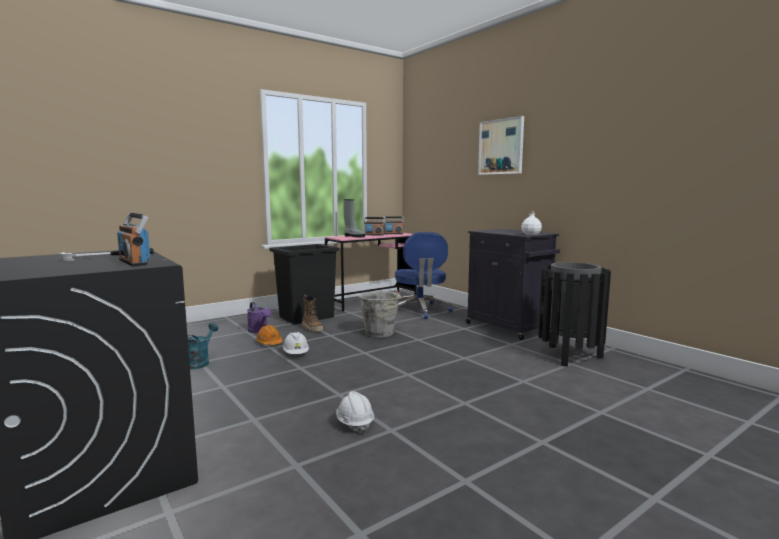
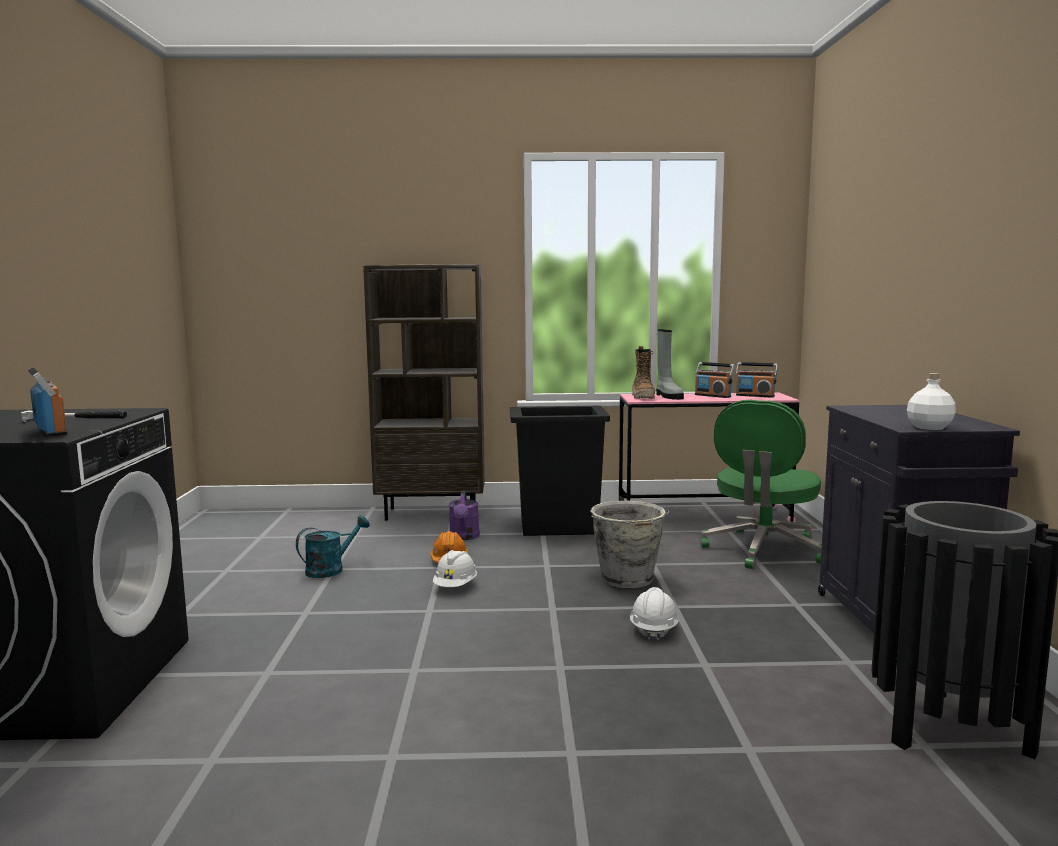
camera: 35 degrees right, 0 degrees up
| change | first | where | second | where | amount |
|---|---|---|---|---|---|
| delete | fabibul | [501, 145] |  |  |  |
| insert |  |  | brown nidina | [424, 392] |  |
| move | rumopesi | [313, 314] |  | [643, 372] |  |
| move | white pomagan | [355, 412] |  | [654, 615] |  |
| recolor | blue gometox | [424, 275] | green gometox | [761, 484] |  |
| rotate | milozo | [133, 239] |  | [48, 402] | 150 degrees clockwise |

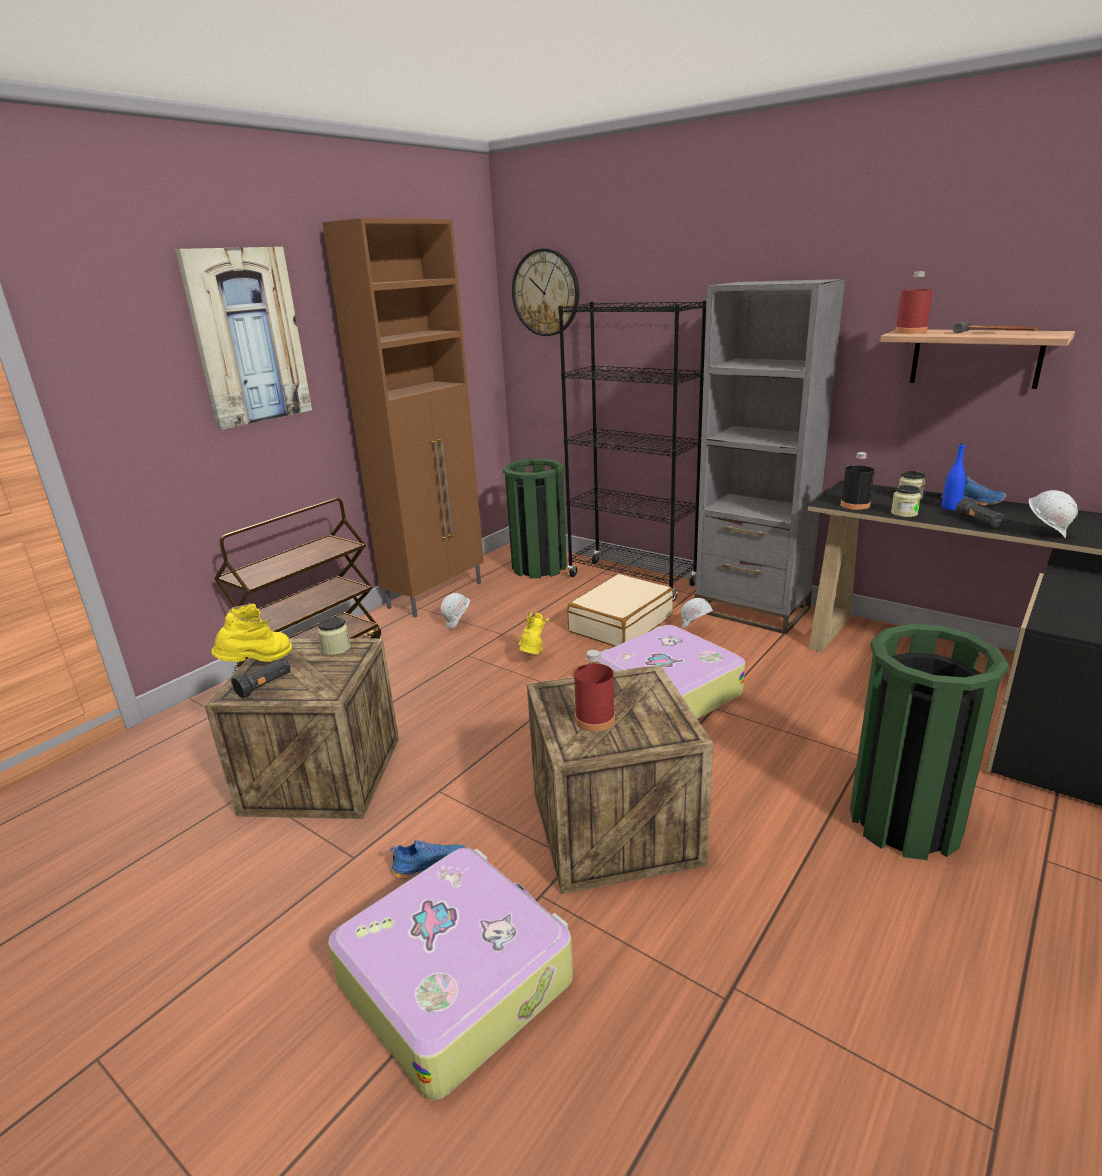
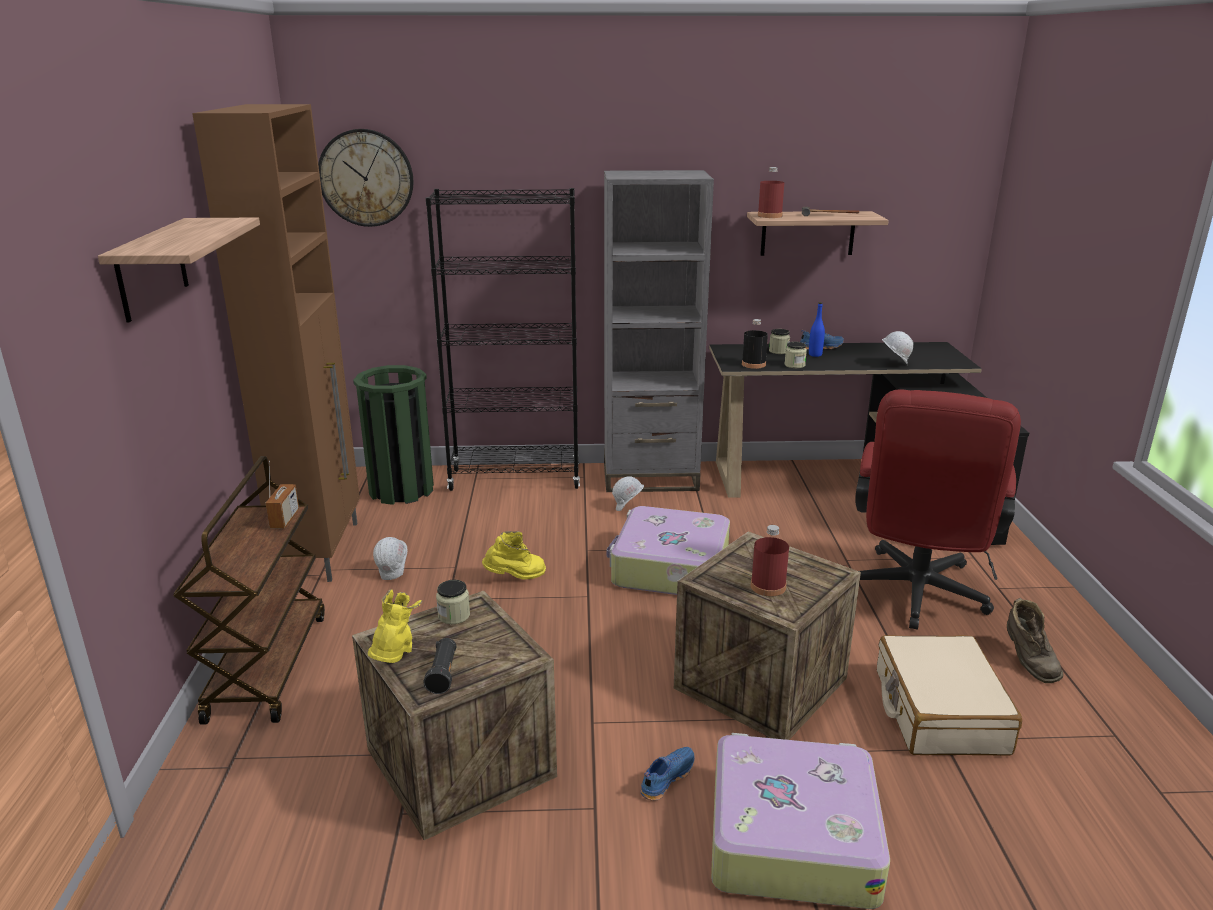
camera: 40 degrees left, 0 degrees up
| change | first | where | second | where | amount |
|---|---|---|---|---|---|
| delete | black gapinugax | [980, 512] |  |  |  |
| insert |  |  | milozo | [282, 494] |  |
| insert |  |  | brown rumopesi | [1035, 640] |  |
| move | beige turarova | [620, 610] |  | [949, 695] |  |
| replace | fabibul | [243, 338] | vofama | [179, 270] |  |
| replace | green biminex | [929, 742] | red gometox | [938, 509] |  |
| rotate | yellow rumopesi | [534, 633] |  | [514, 555] | 105 degrees clockwise |

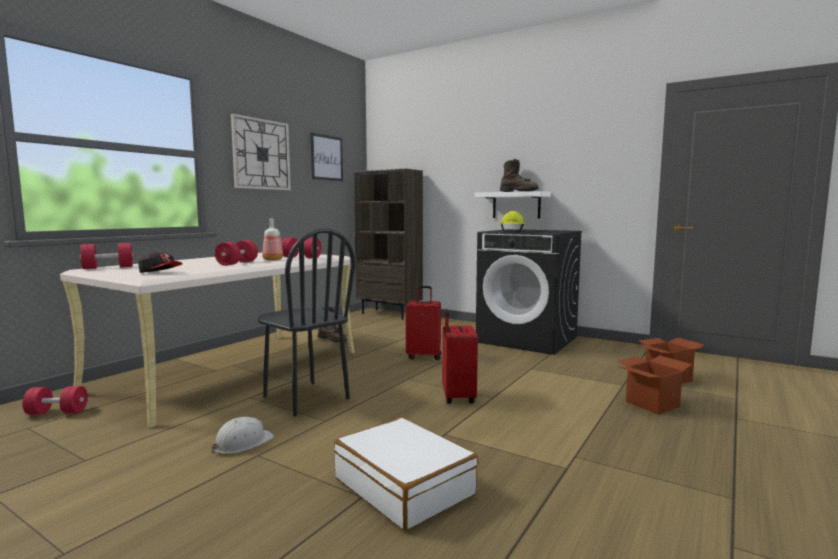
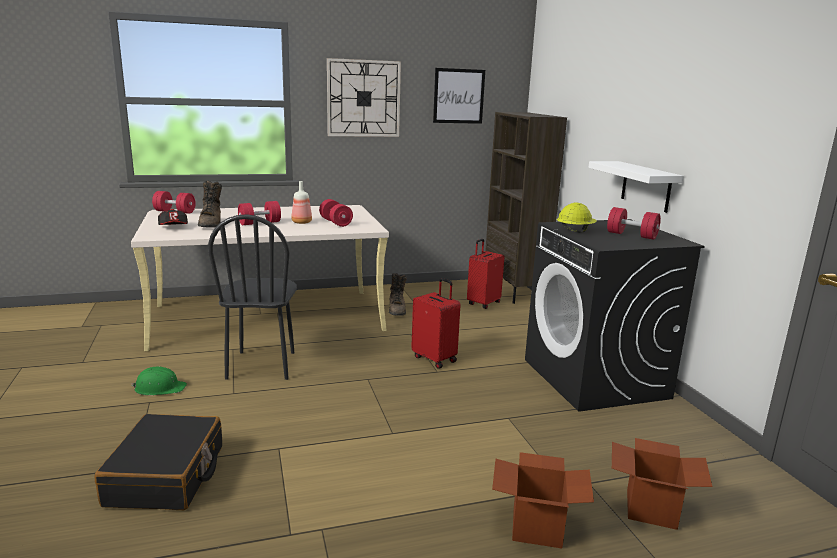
camera: 40 degrees right, 10 degrees up
| change | first | where | second | where | amount |
|---|---|---|---|---|---|
| move | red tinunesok | [55, 400] |  | [634, 223] |  |
| move | red turarova | [460, 356] |  | [486, 274] |  |
| move | brown rumopesi | [519, 175] |  | [210, 204] |  |
| recolor | white pomagan | [243, 435] | green pomagan | [159, 381] |  |
| recolor | white turarova | [406, 473] | black turarova | [158, 462] |  |

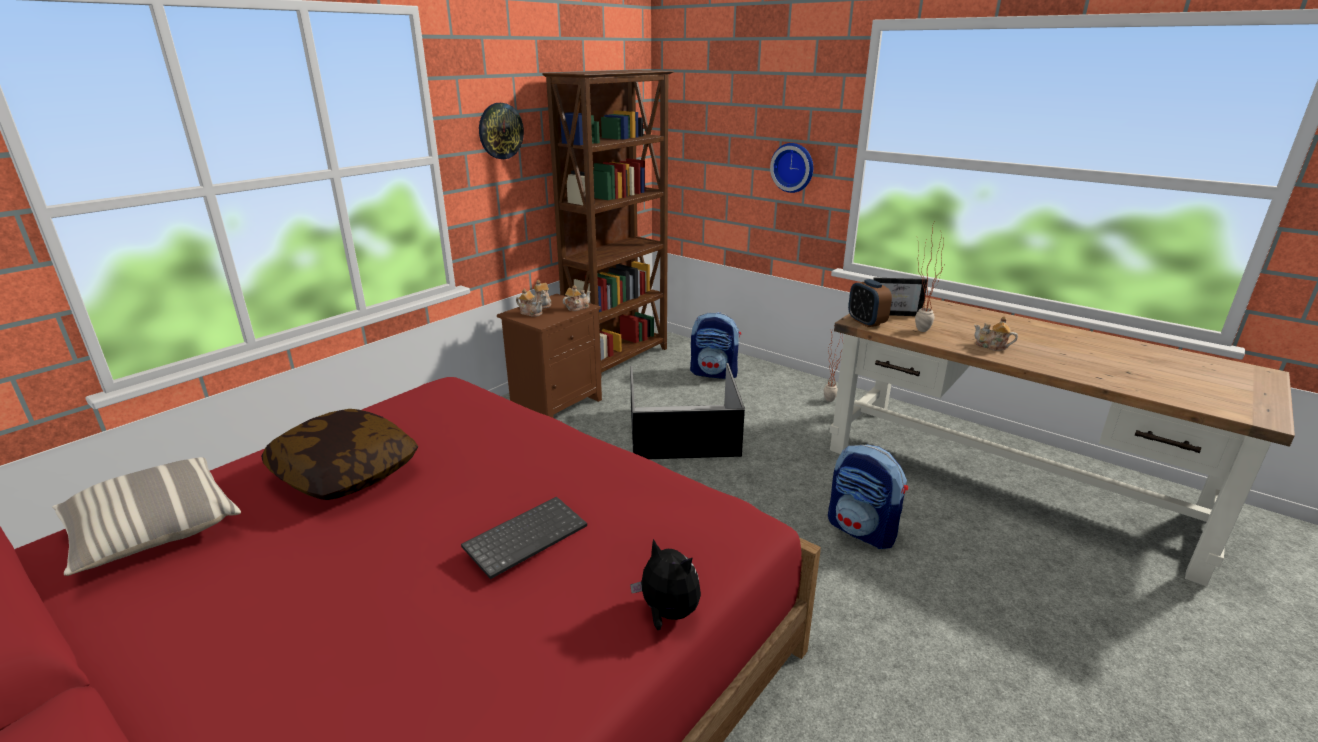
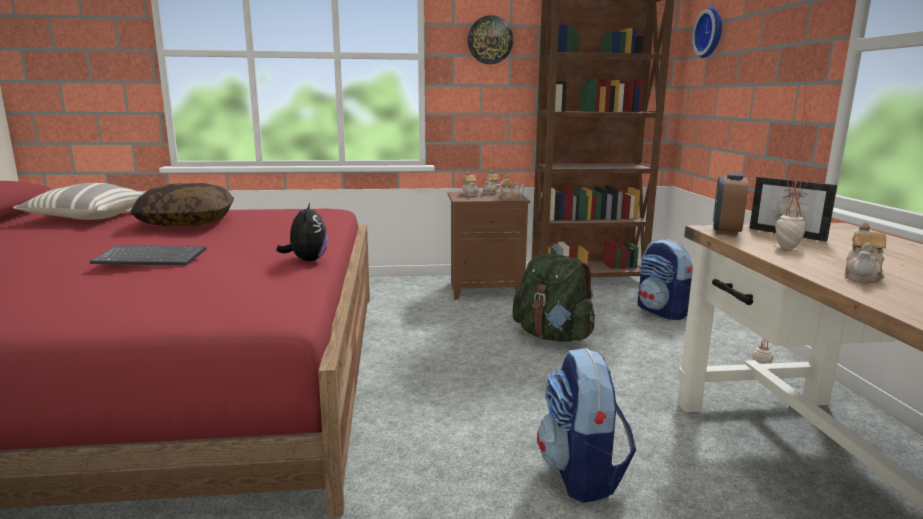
camera: 45 degrees right, 10 degrees down
| change | first | where | second | where | amount |
|---|---|---|---|---|---|
| move | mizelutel | [665, 584] |  | [302, 232] |  |
| move | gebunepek | [791, 168] |  | [707, 32] |  |
| replace | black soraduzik | [687, 411] | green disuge | [553, 297] |  |
| rotate | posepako | [996, 333] |  | [865, 252] | 135 degrees counterclockwise |

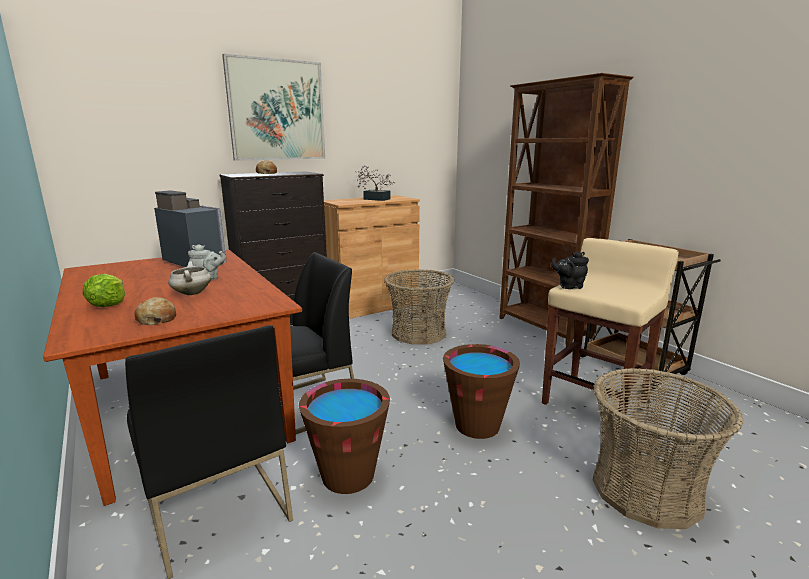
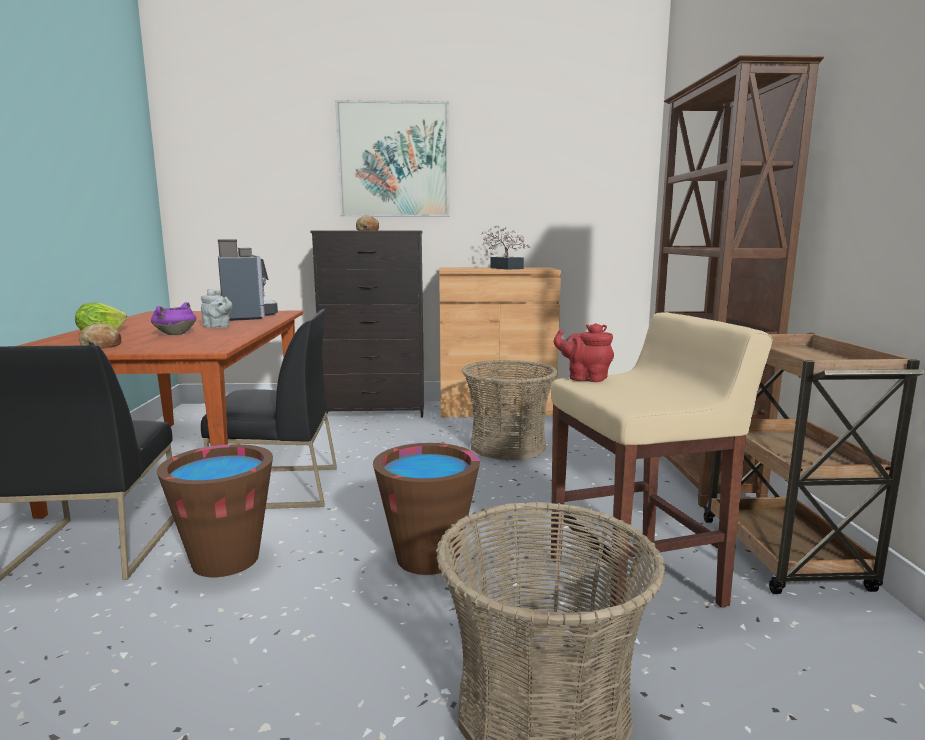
camera: 30 degrees right, 5 degrees down
| change | first | where | second | where | amount |
|---|---|---|---|---|---|
| recolor | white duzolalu | [189, 278] | purple duzolalu | [173, 318] |  |
| recolor | black posepako | [570, 270] | red posepako | [584, 352] |  |

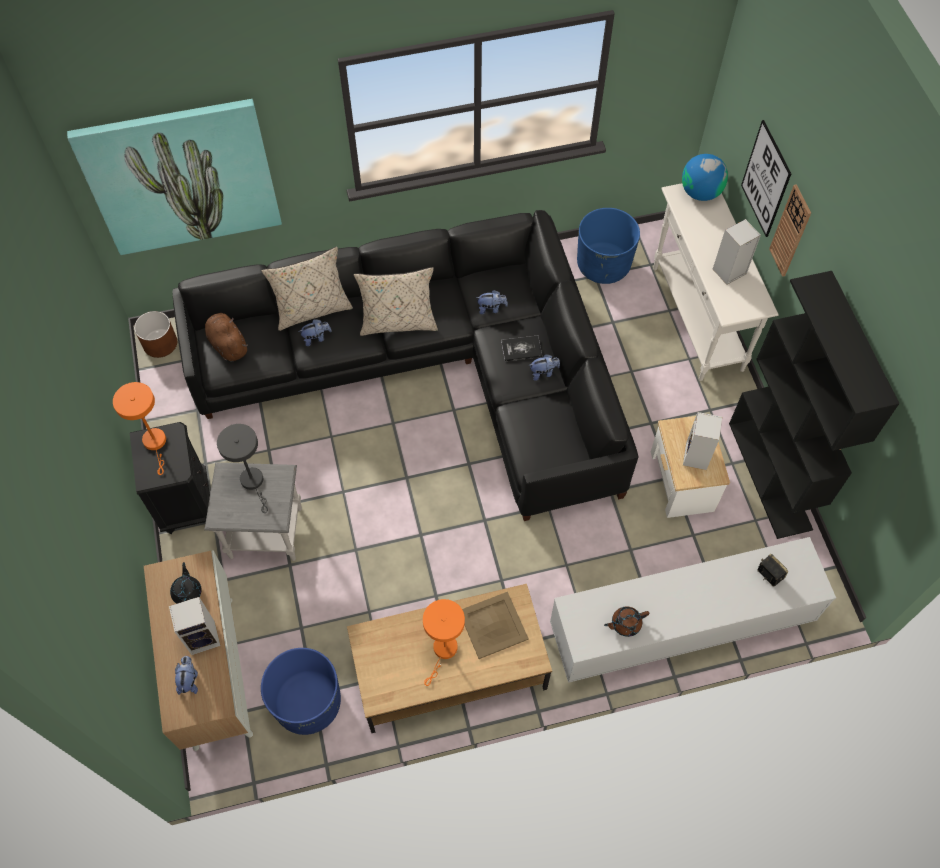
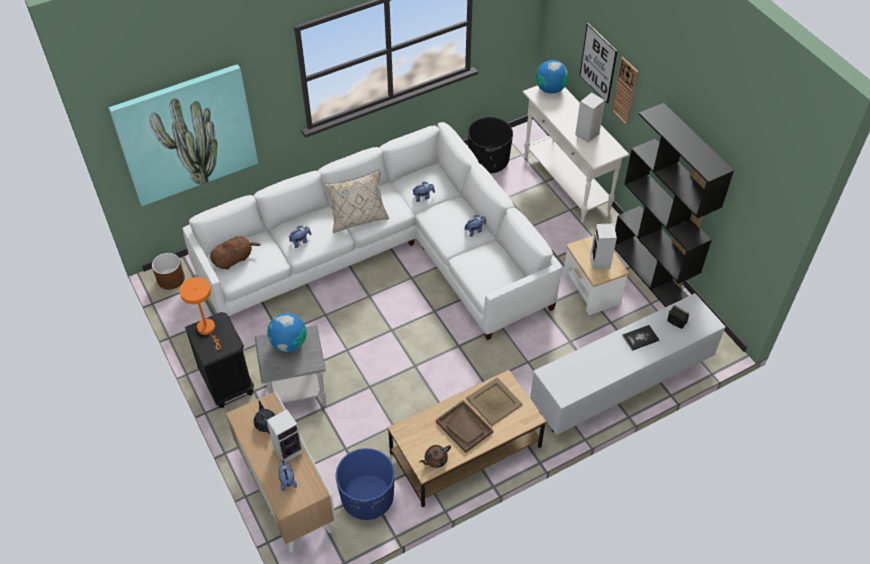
camera: 15 degrees left, 10 degrees down
| change | first | where | second | where | amount |
|---|---|---|---|---|---|
| delete | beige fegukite | [307, 289] |  |  |  |
| move | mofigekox | [521, 348] |  | [640, 338] |  |
| move | brown posepako | [626, 622] |  | [435, 456] |  |
| replace | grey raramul | [242, 468] | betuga | [287, 332] |  |
| replace | orange raramul | [444, 642] | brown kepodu | [464, 426] |  |
| recolor | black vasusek | [406, 365] | white vasusek | [372, 231] |  |
| recolor | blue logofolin | [608, 246] | black logofolin | [490, 145] |  |
| rotate | brown mizelutel | [226, 337] |  | [235, 253] | 105 degrees clockwise |

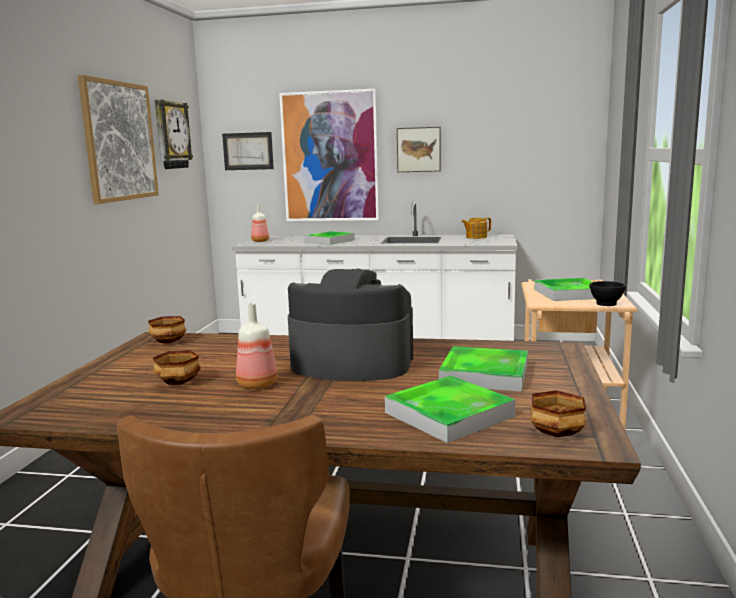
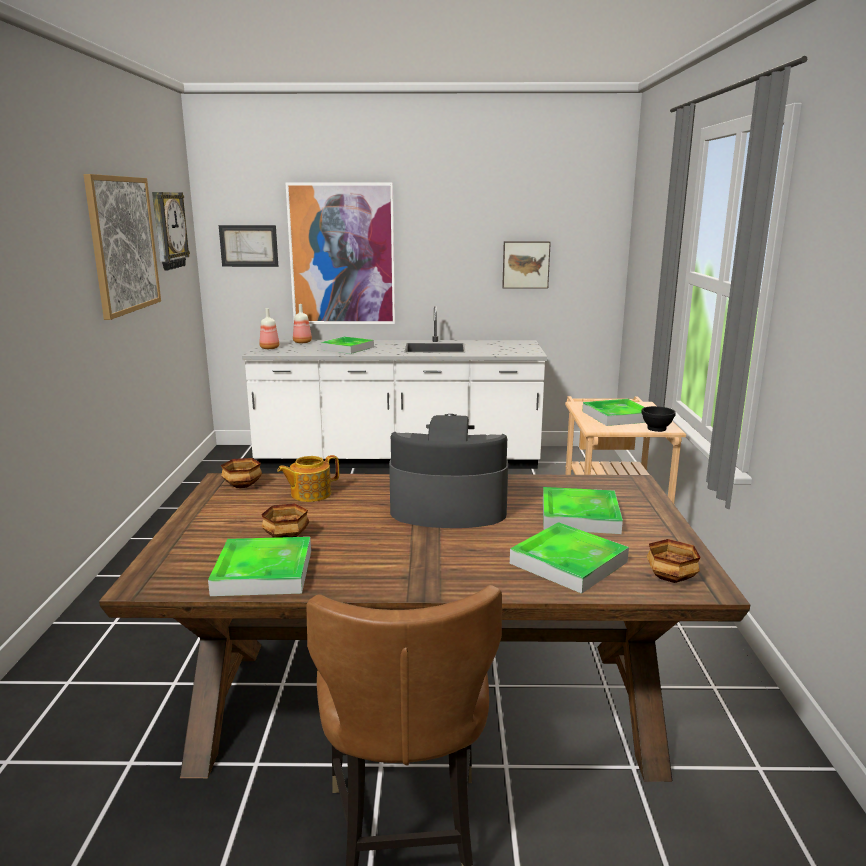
camera: 10 degrees left, 5 degrees up
| change | first | where | second | where | amount |
|---|---|---|---|---|---|
| insert |  |  | kepodu | [259, 566] |  |
| move | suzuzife | [257, 346] |  | [302, 323] |  |
| move | fabibul | [419, 149] |  | [526, 265] |  |
| move | posepako | [476, 228] |  | [308, 478] |  |

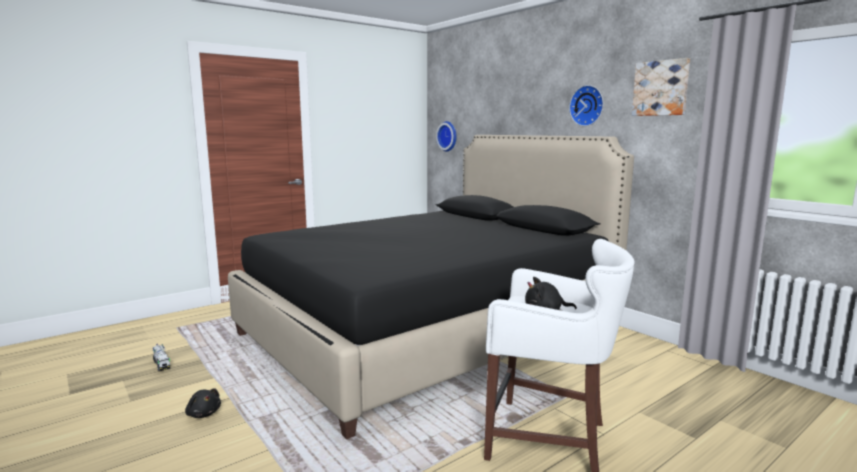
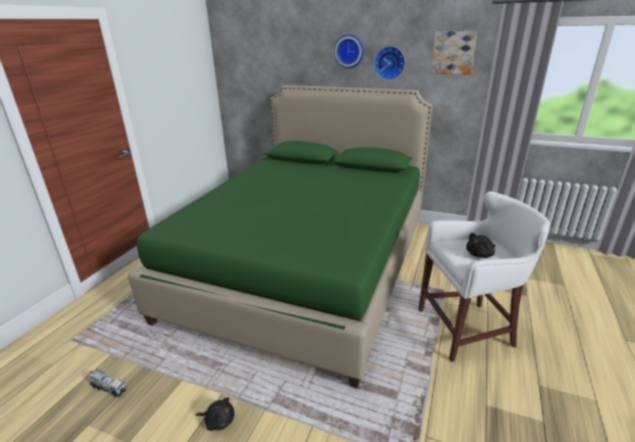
camera: 30 degrees left, 15 degrees up
| change | first | where | second | where | amount |
|---|---|---|---|---|---|
| move | gebunepek | [446, 136] |  | [349, 51] |  |
| recolor | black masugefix | [431, 287] | green masugefix | [280, 236] |  |

